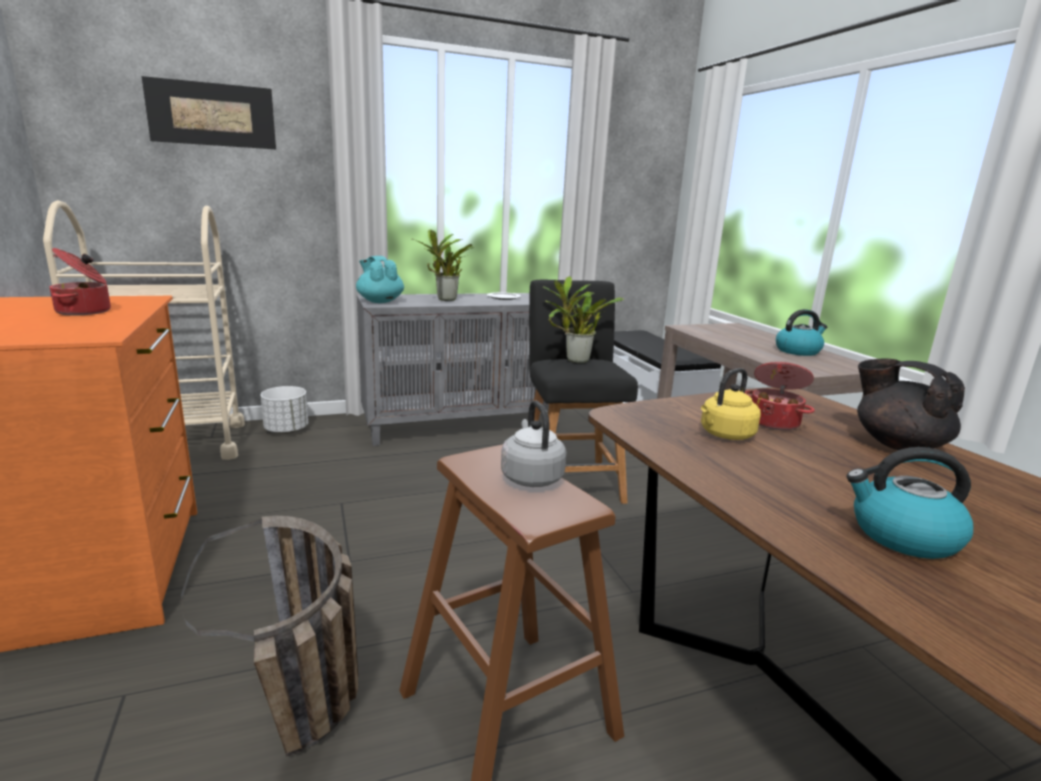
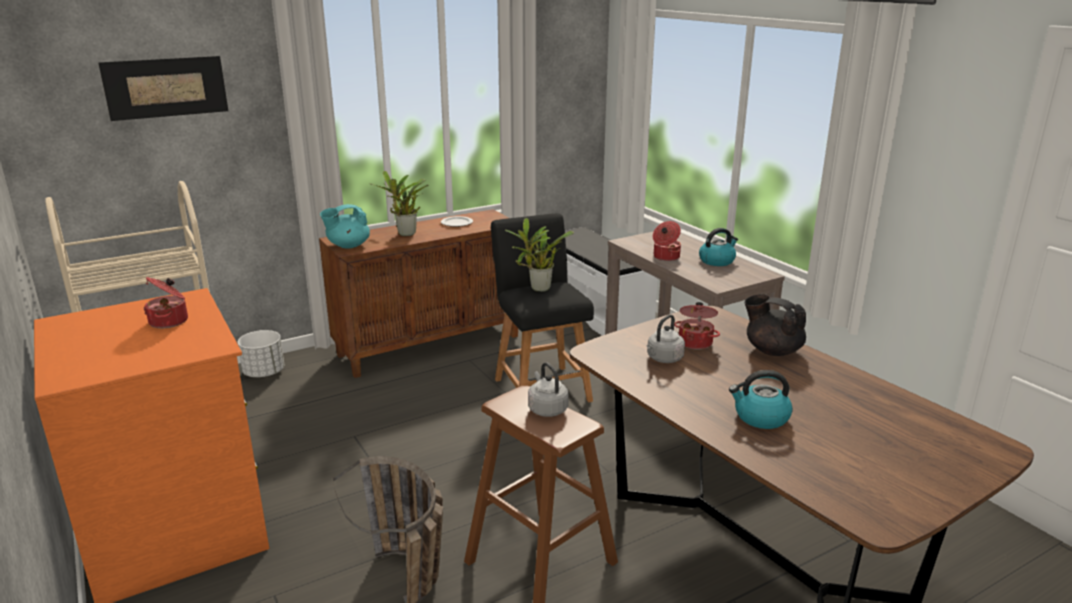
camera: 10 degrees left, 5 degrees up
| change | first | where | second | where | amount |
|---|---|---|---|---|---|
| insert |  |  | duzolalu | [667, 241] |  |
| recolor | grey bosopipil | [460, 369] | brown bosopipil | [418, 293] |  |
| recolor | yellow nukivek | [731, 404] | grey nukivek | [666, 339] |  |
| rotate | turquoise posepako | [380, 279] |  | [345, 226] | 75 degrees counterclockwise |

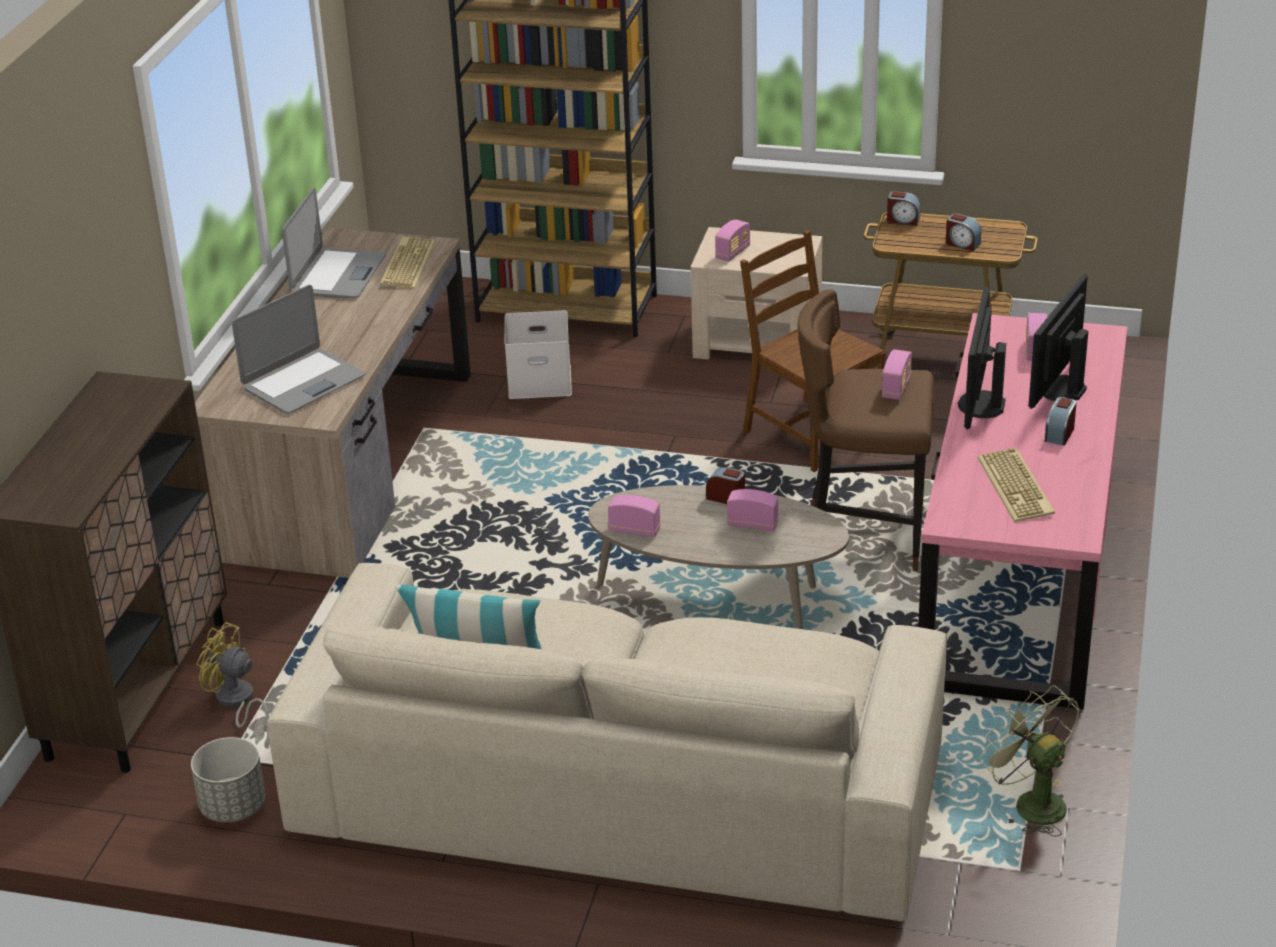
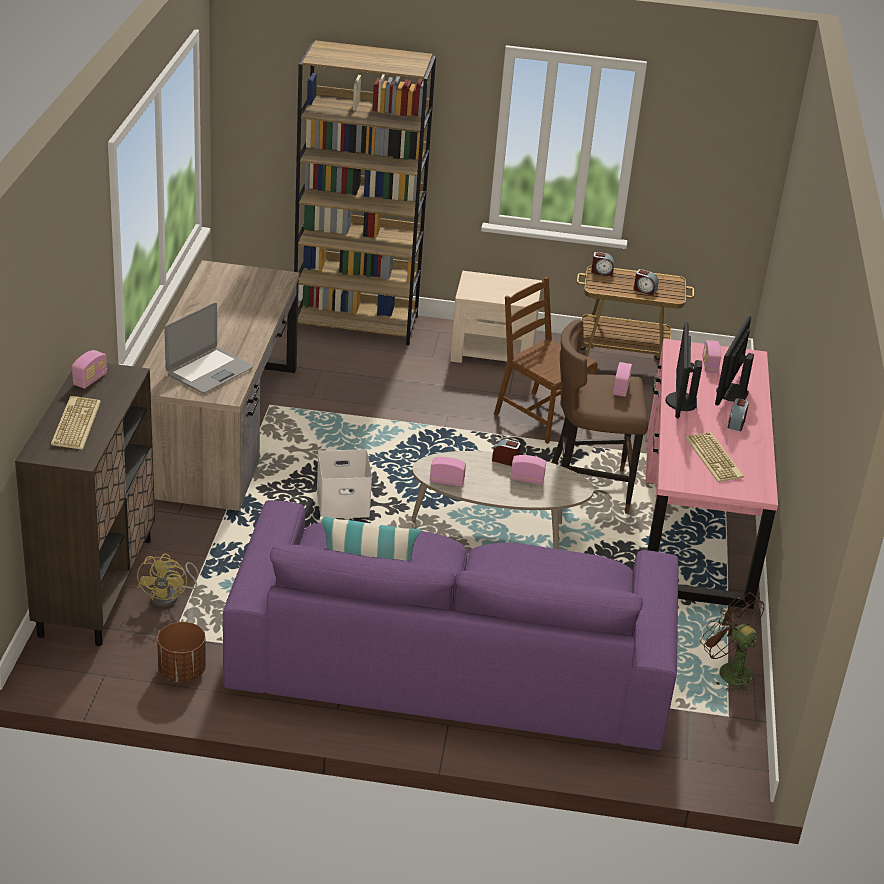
camera: 10 degrees left, 0 degrees up
| change | first | where | second | where | amount |
|---|---|---|---|---|---|
| delete | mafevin | [334, 243] |  |  |  |
| move | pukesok | [408, 262] |  | [76, 423] |  |
| move | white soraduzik | [538, 354] |  | [344, 483] |  |
| move | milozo | [732, 241] |  | [89, 369] |  |
| recolor | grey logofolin | [228, 779] | brown logofolin | [181, 652] |  |
| recolor | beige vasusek | [607, 742] | purple vasusek | [450, 625] |  |
| recolor | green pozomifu | [1030, 761] | brown pozomifu | [732, 643] |  |
| rotate | yellow pozomifu | [233, 677] |  | [168, 580] | 105 degrees counterclockwise |

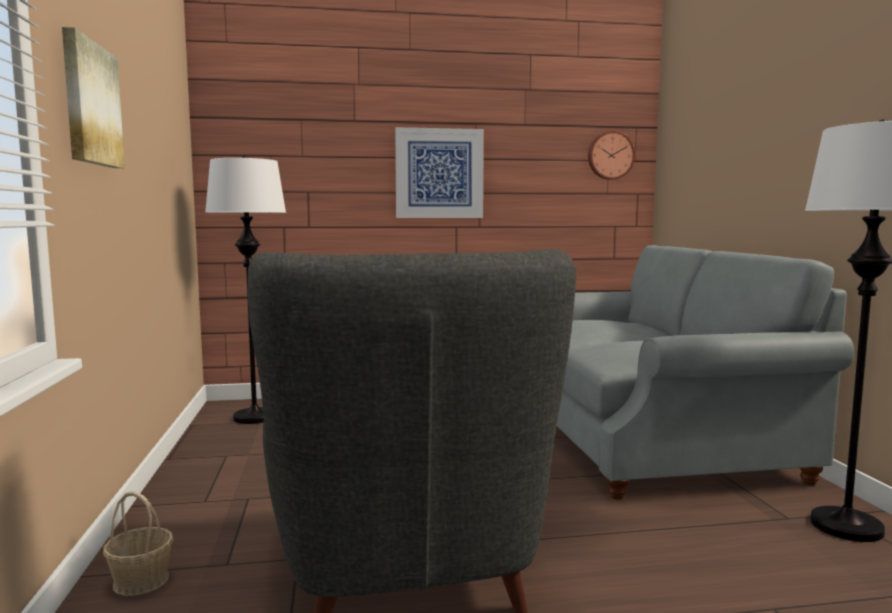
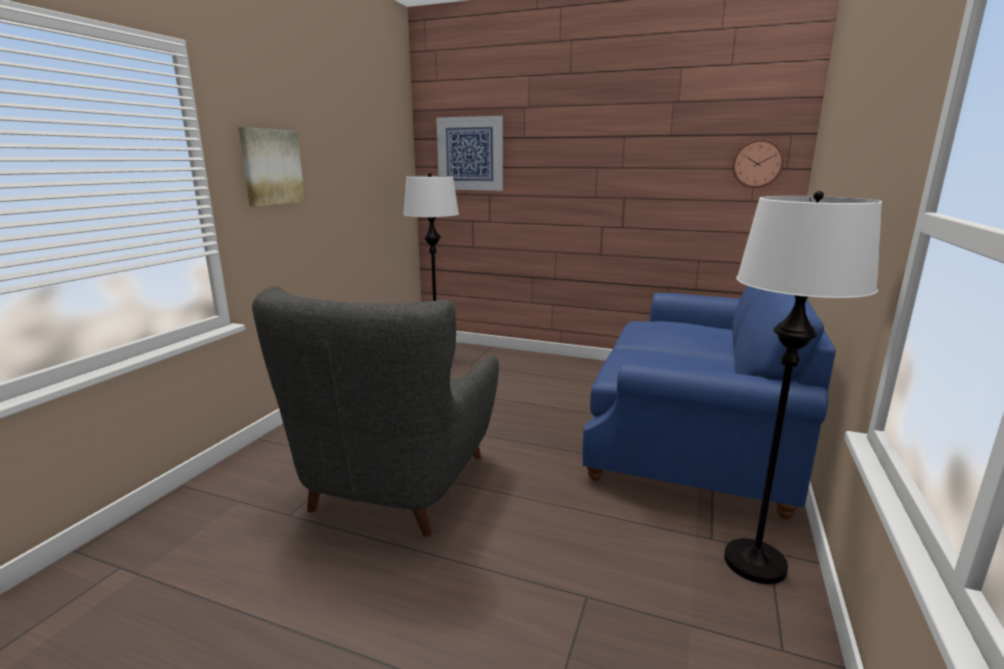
camera: 30 degrees right, 10 degrees up
| change | first | where | second | where | amount |
|---|---|---|---|---|---|
| delete | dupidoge | [138, 544] |  |  |  |
| move | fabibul | [439, 172] |  | [469, 153] |  |
| recolor | grey vasusek | [705, 372] | blue vasusek | [709, 402] |  |

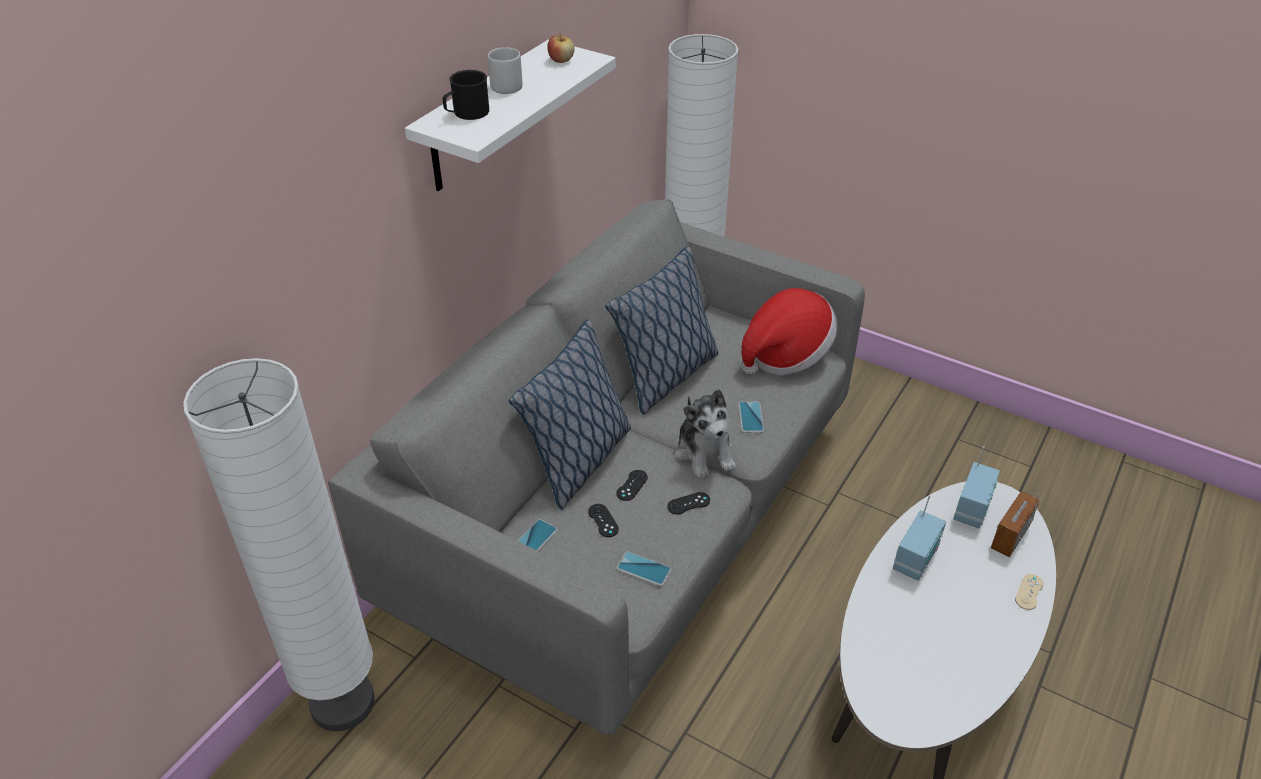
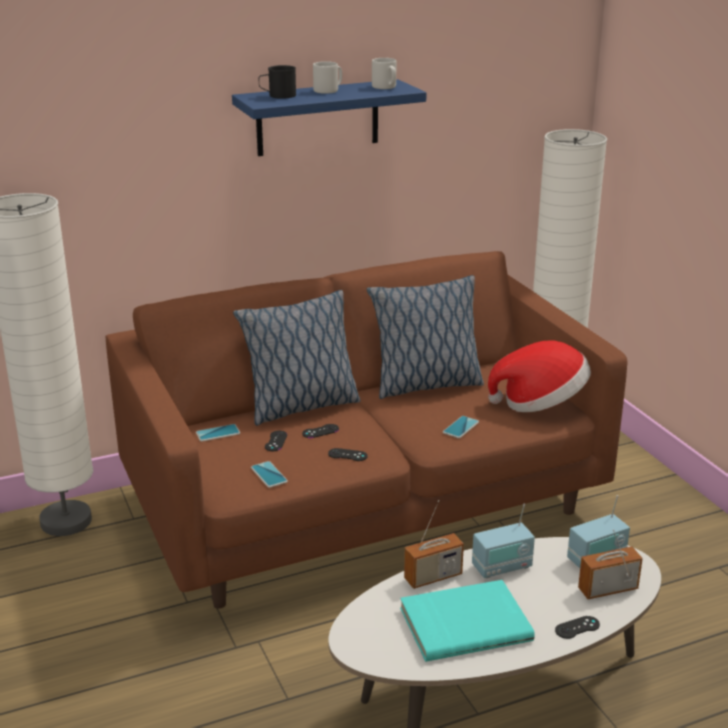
camera: 35 degrees right, 15 degrees down
| change | first | where | second | where | amount |
|---|---|---|---|---|---|
| delete | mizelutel | [706, 434] |  |  |  |
| insert |  |  | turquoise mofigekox | [467, 621] |  |
| insert |  |  | milozo | [434, 544] |  |
| replace | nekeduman | [561, 48] | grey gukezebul | [384, 73] |  |
| recolor | grey vasusek | [596, 467] | brown vasusek | [366, 430] |  |
| recolor | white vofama | [510, 115] | blue vofama | [329, 117] |  |
| recolor | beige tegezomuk | [1029, 592] | black tegezomuk | [577, 627] |  |

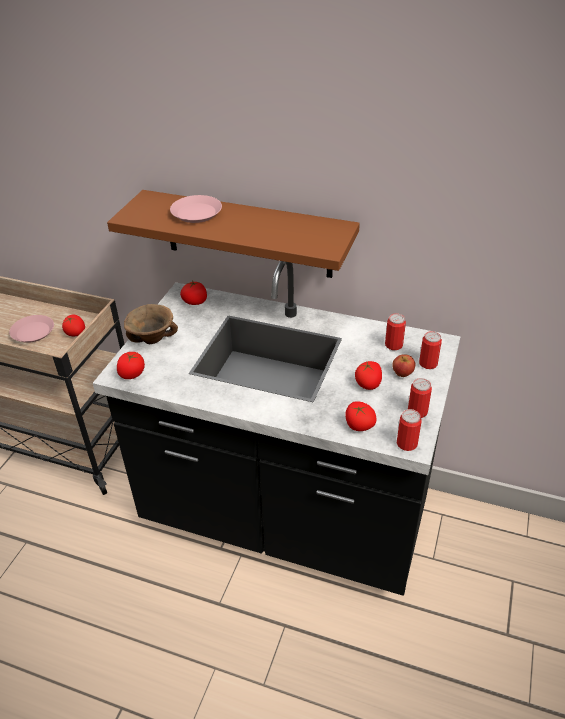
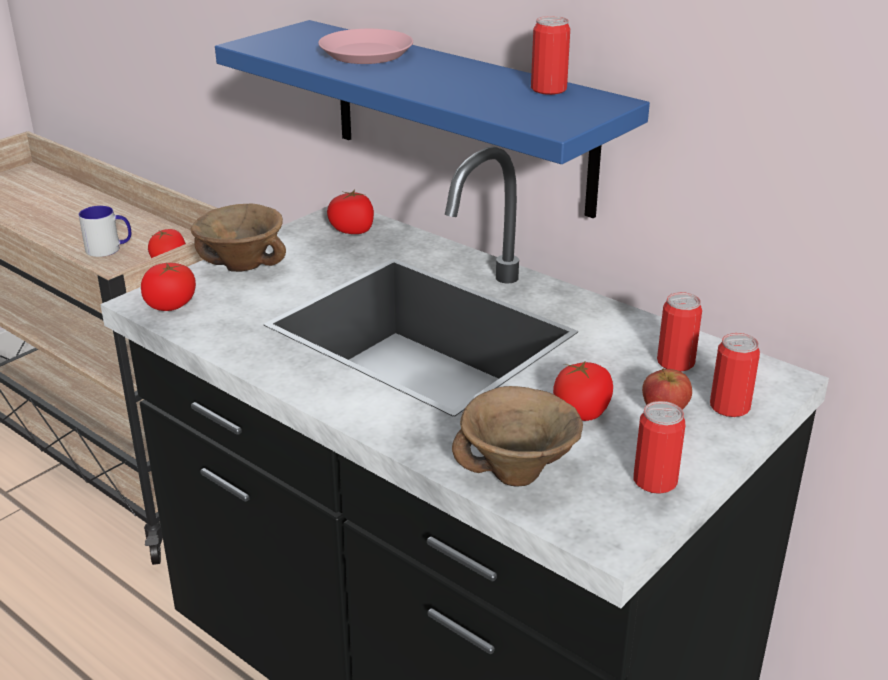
camera: 20 degrees right, 10 degrees down
| change | first | where | second | where | amount |
|---|---|---|---|---|---|
| move | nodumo | [409, 430] |  | [550, 55] |  |
| replace | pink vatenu | [31, 329] | gukezebul | [105, 231] |  |
| replace | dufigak | [361, 416] | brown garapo | [517, 436] |  |
| recolor | brown vofama | [233, 234] | blue vofama | [432, 119] |  |

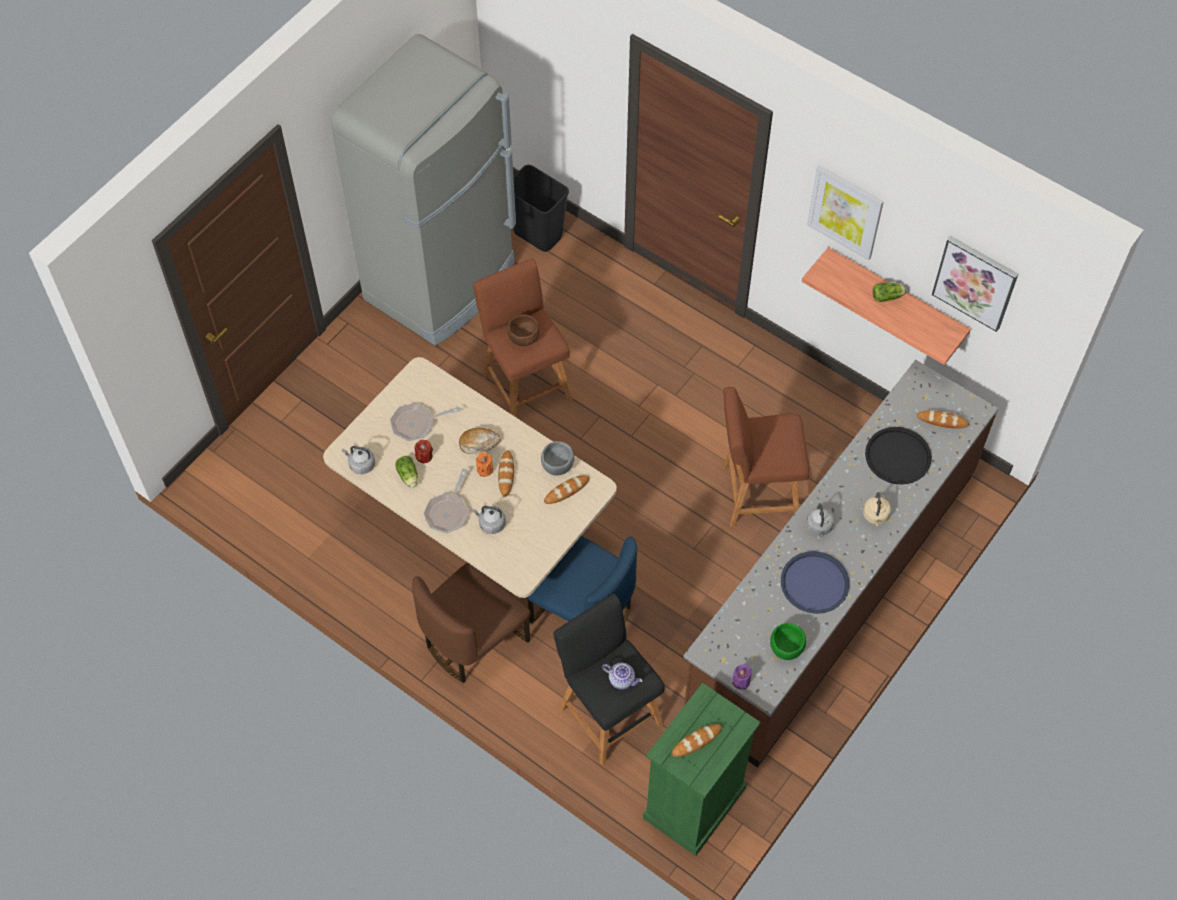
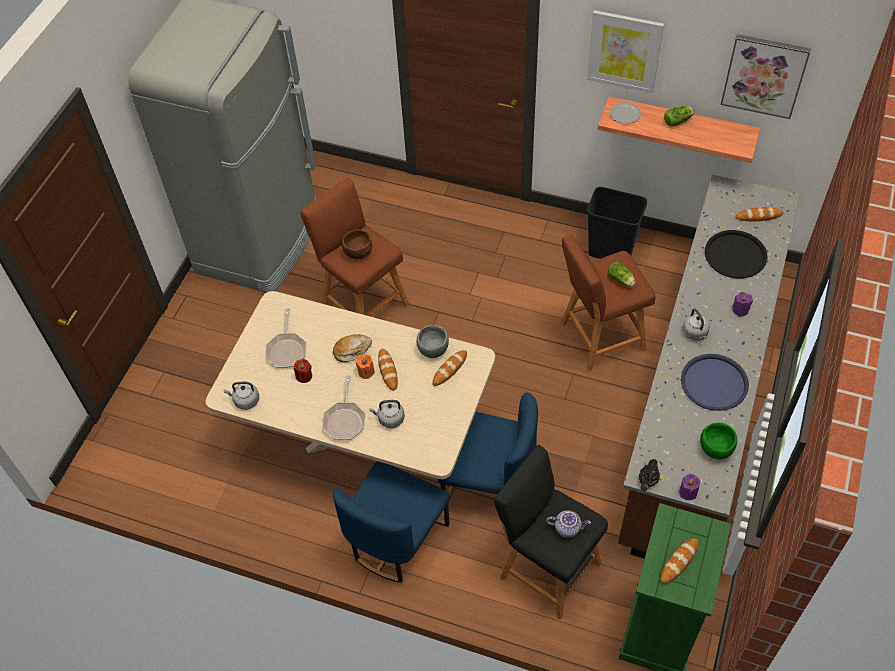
camera: 15 degrees left, 5 degrees down
| change | first | where | second | where | amount |
|---|---|---|---|---|---|
| insert |  |  | vatenu | [625, 113] |  |
| insert |  |  | black posepako | [649, 475] |  |
| move | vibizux | [406, 472] |  | [621, 274] |  |
| move | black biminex | [541, 208] |  | [617, 223] |  |
| replace | beige nukivek | [877, 509] | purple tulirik | [742, 304] |  |
| recolor | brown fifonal | [471, 622] | blue fifonal | [391, 522] |  |
| rotate | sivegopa | [425, 422] |  | [285, 338] | 60 degrees counterclockwise |

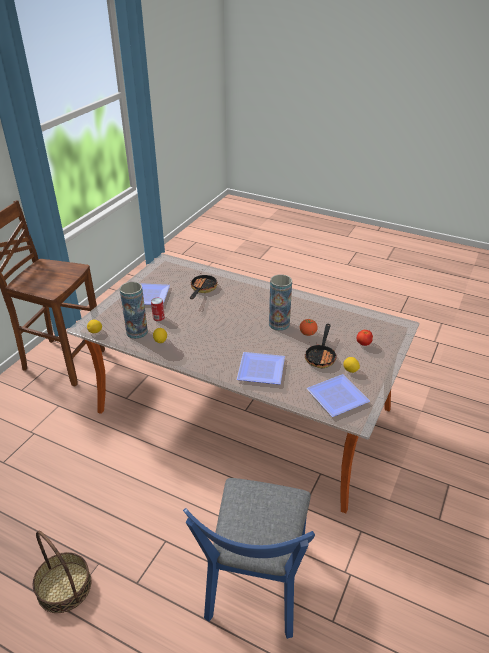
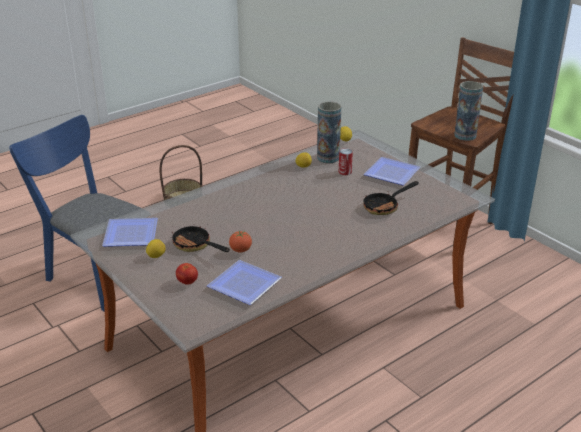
camera: 115 degrees right, 5 degrees down
| change | first | where | second | where | amount |
|---|---|---|---|---|---|
| move | vatenu | [261, 368] |  | [244, 282] |  |
| move | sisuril | [280, 302] |  | [468, 111] |  |
| rotate | sivegopa | [204, 286] |  | [391, 198] | 105 degrees clockwise |

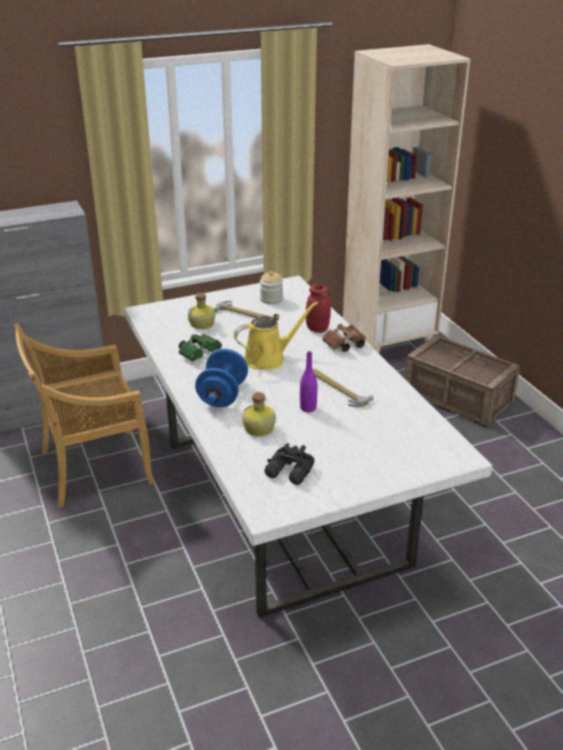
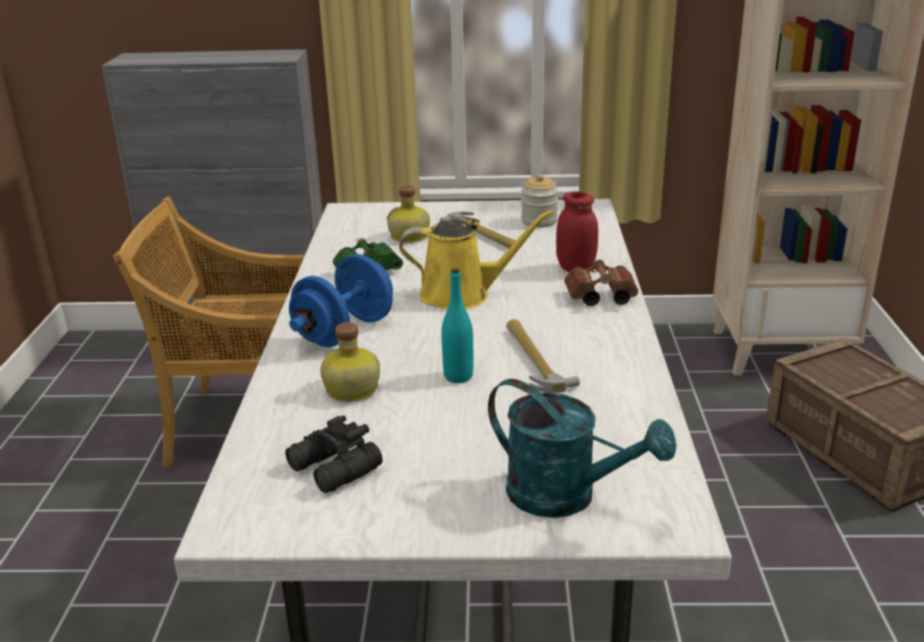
camera: 25 degrees right, 5 degrees down
| change | first | where | second | where | amount |
|---|---|---|---|---|---|
| insert |  |  | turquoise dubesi | [582, 448] |  |
| recolor | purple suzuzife | [308, 381] | turquoise suzuzife | [457, 325] |  |

